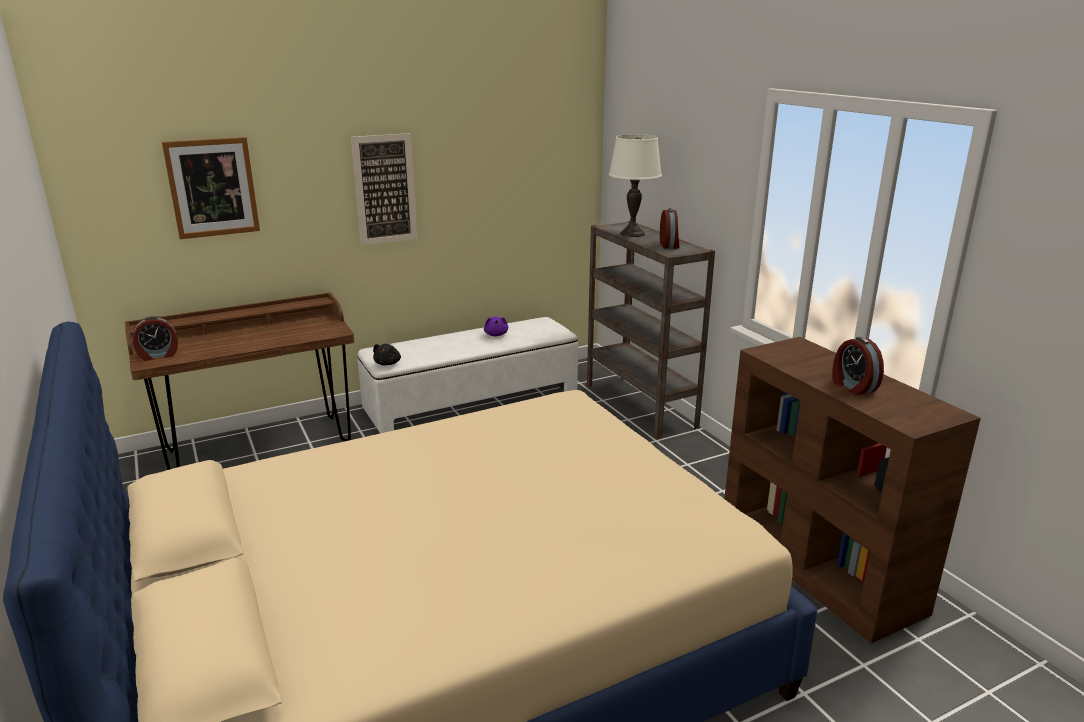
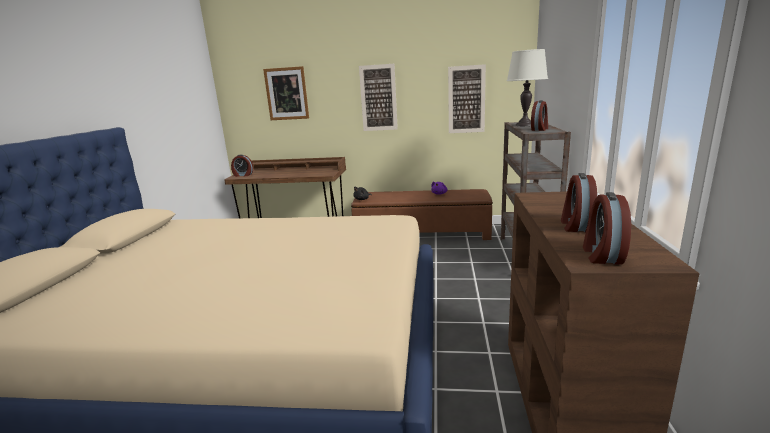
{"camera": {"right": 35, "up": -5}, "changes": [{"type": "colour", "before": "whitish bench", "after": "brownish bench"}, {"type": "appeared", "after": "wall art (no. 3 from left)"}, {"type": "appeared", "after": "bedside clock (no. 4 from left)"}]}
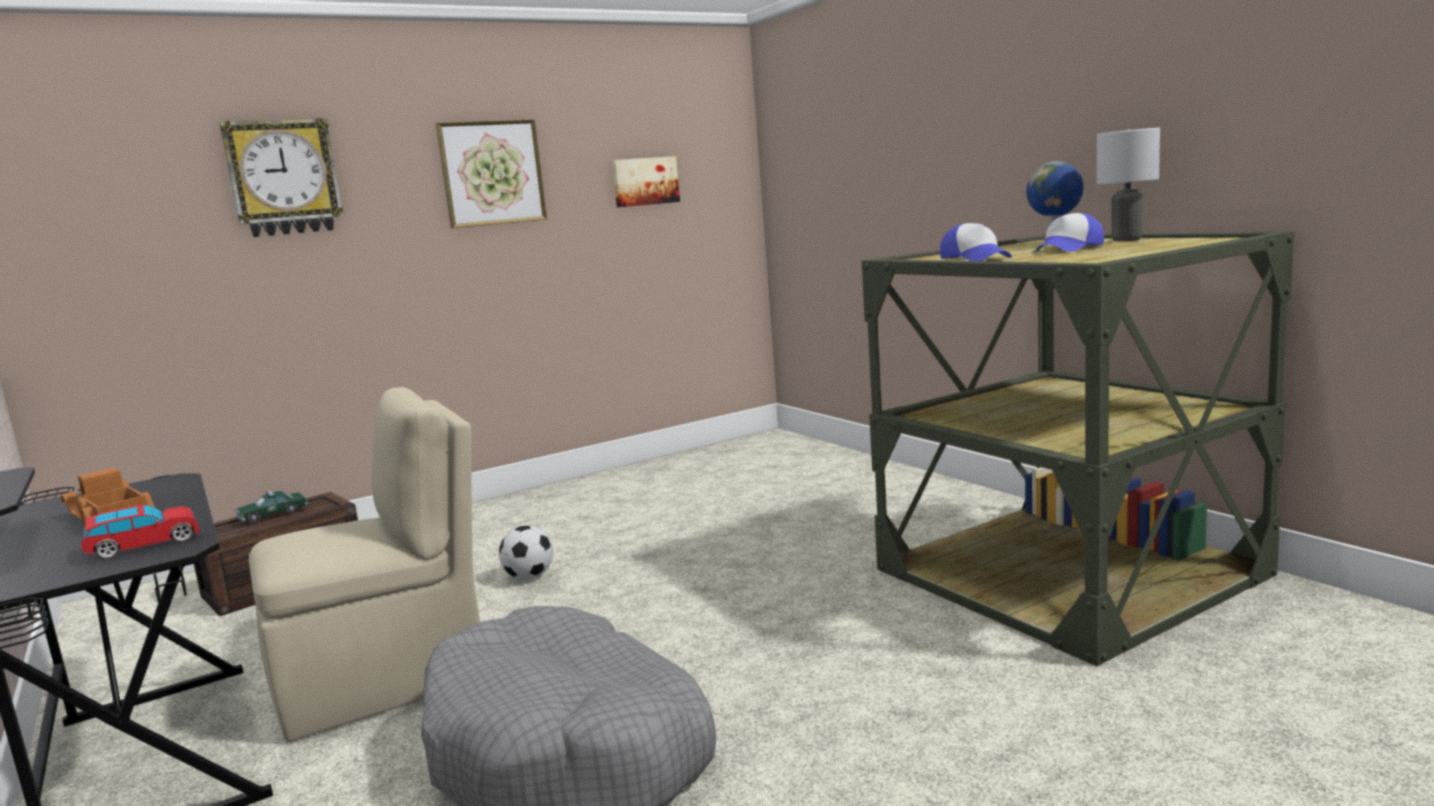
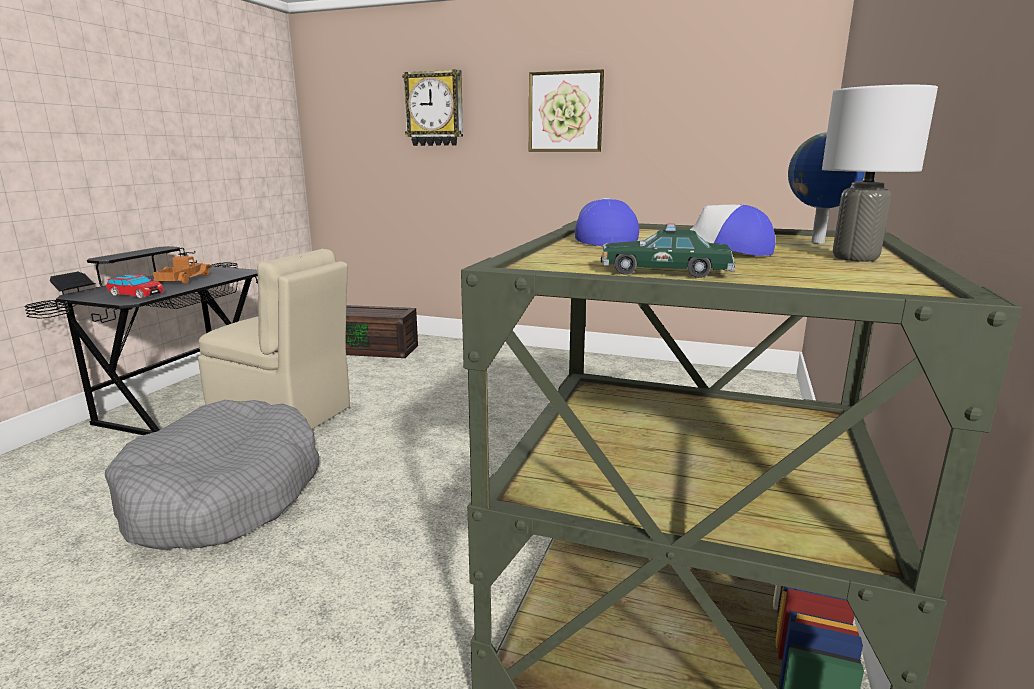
{"camera": {"right": 50, "up": 5}, "changes": [{"type": "relocated", "before": "miniature car (no. 2 from left)"}, {"type": "missing", "before": "football"}, {"type": "missing", "before": "wall art (no. 2 from left)"}, {"type": "spun", "before": "cap (no. 1 from left)", "turn": 150}]}
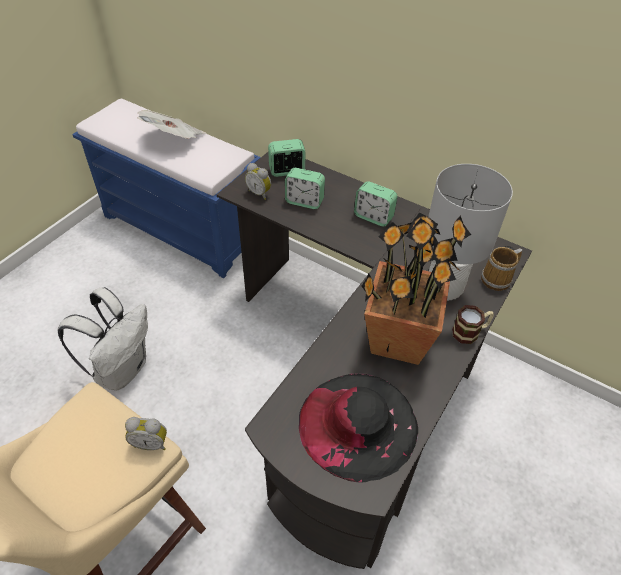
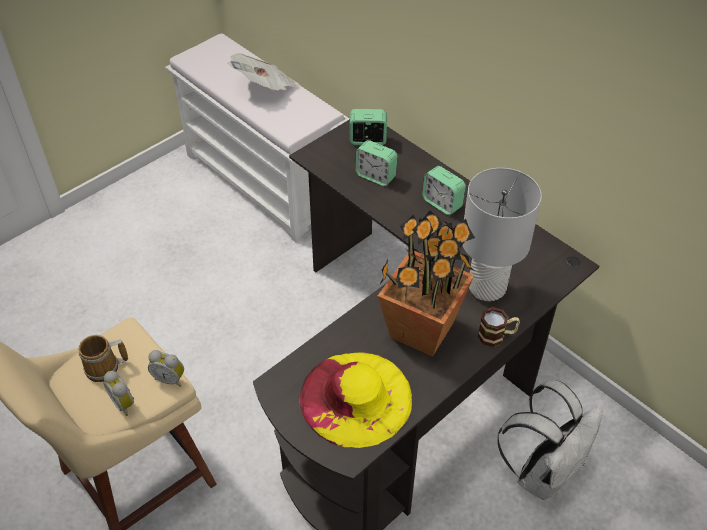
{"camera": {"right": 15, "up": 0}, "changes": [{"type": "relocated", "before": "whitish knapsack"}, {"type": "colour", "before": "bluish bench", "after": "whitish bench"}, {"type": "relocated", "before": "bedside clock (no. 2 from left in the first image)", "after": "bedside clock (no. 1 from left)"}, {"type": "colour", "before": "blackish clothing hat", "after": "yellowish clothing hat"}, {"type": "relocated", "before": "tea mug (no. 2 from left in the first image)", "after": "tea mug (no. 1 from left)"}]}
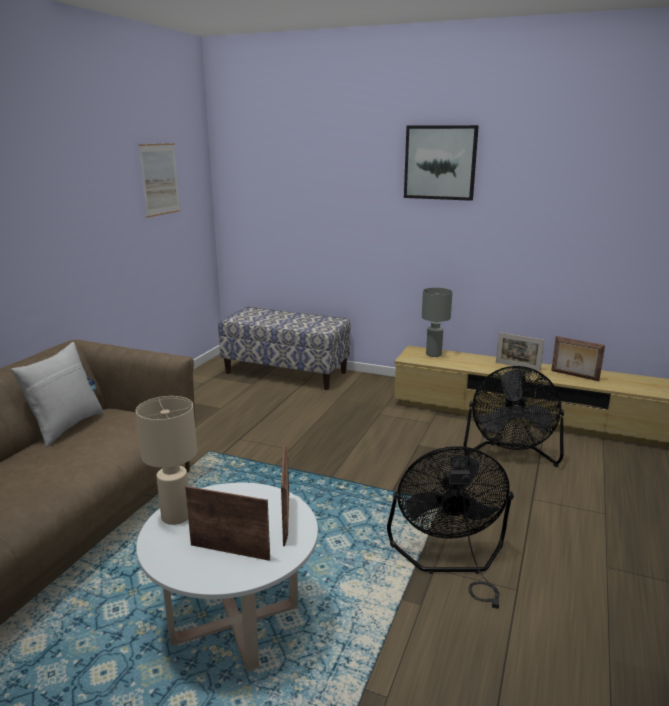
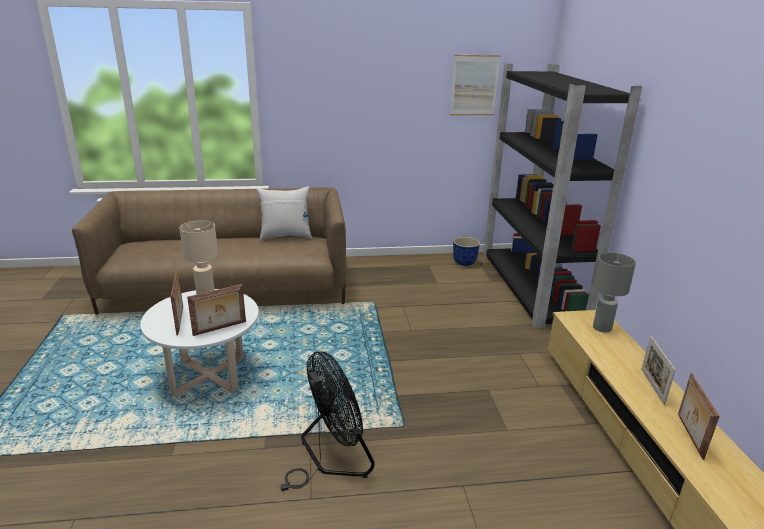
{"camera": {"right": 60, "up": 5}, "changes": [{"type": "exchanged", "before": "bench", "after": "blackish bookshelf"}, {"type": "missing", "before": "wall art (no. 2 from left)"}, {"type": "missing", "before": "blackish fan (no. 2 from left)"}, {"type": "appeared", "after": "planter"}]}
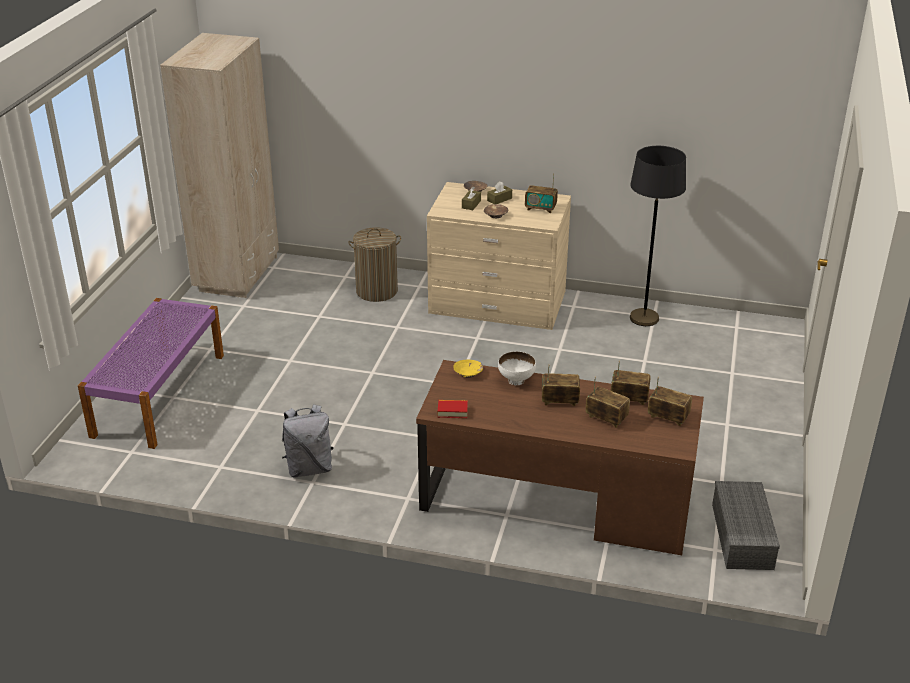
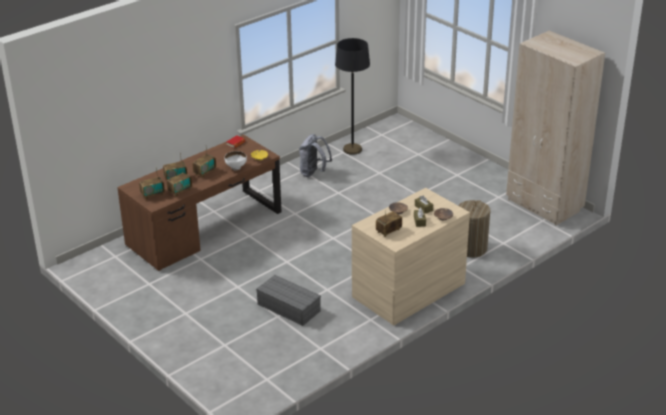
{"camera": {"right": 125, "up": 0}, "changes": [{"type": "missing", "before": "purple bench"}, {"type": "relocated", "before": "blackish standard lamp"}, {"type": "relocated", "before": "gray storage bin"}]}
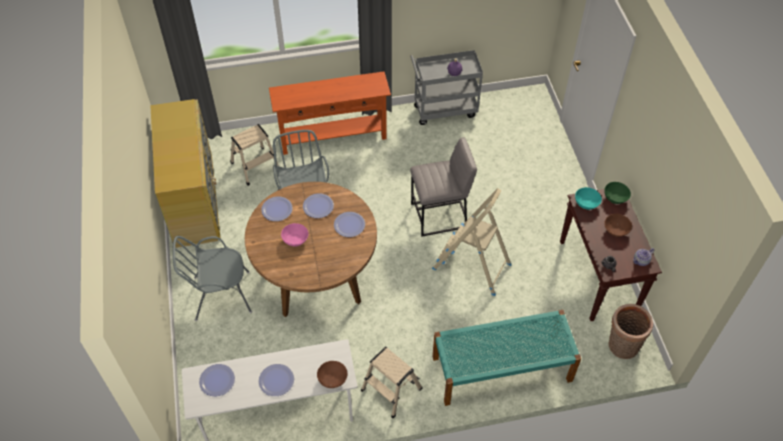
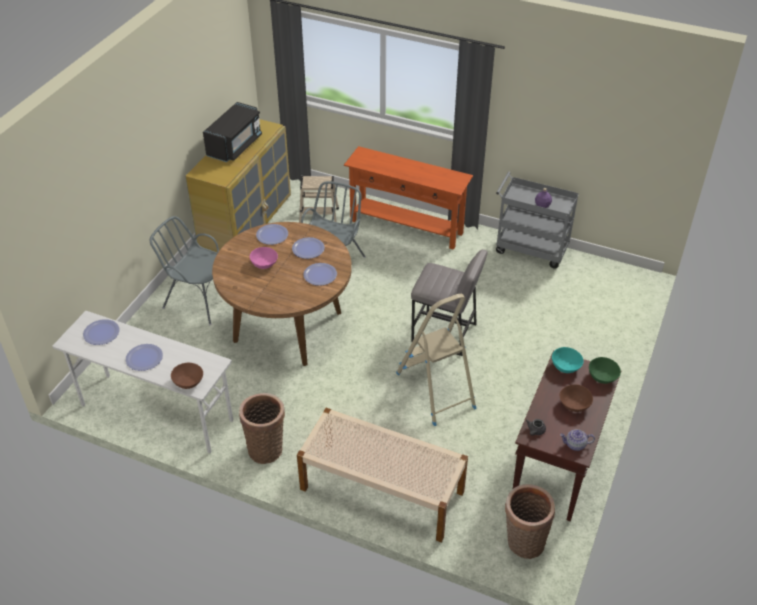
{"camera": {"right": 35, "up": -10}, "changes": [{"type": "exchanged", "before": "beige step ladder (no. 2 from left)", "after": "storage basket (no. 1 from left)"}, {"type": "colour", "before": "turquoise bench", "after": "beige bench"}, {"type": "appeared", "after": "blackish kitchen microwave"}]}
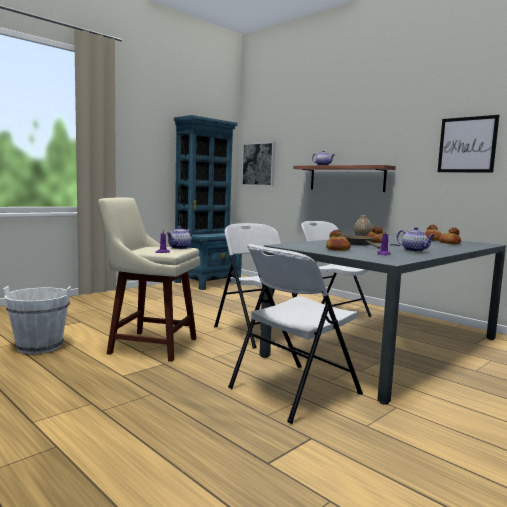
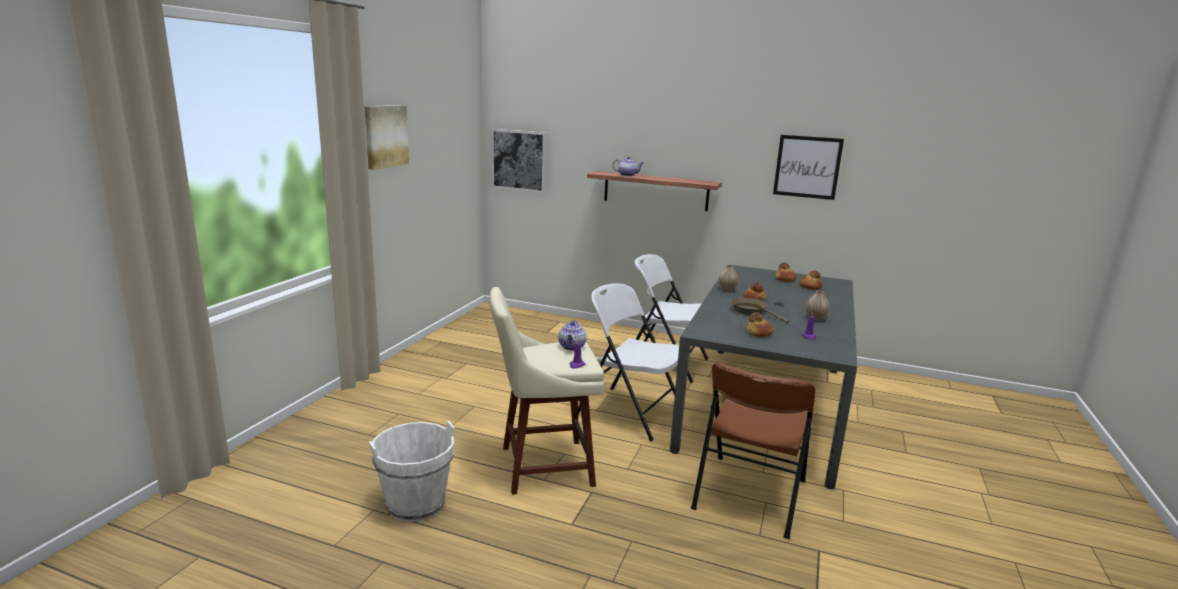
{"camera": {"right": -25, "up": 10}, "changes": [{"type": "missing", "before": "bluish cabinet"}, {"type": "colour", "before": "whitish upright chair (no. 2 from left)", "after": "brownish upright chair"}, {"type": "exchanged", "before": "tea pot (no. 3 from left)", "after": "vase (no. 2 from left)"}, {"type": "appeared", "after": "wall art (no. 1 from left)"}]}
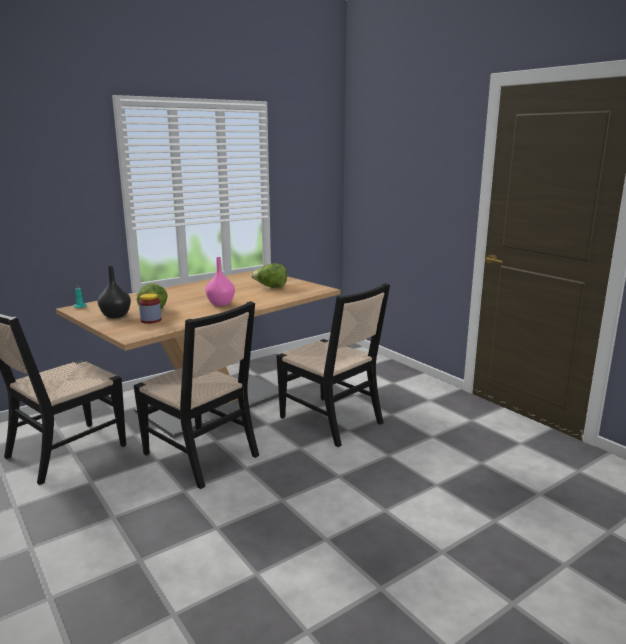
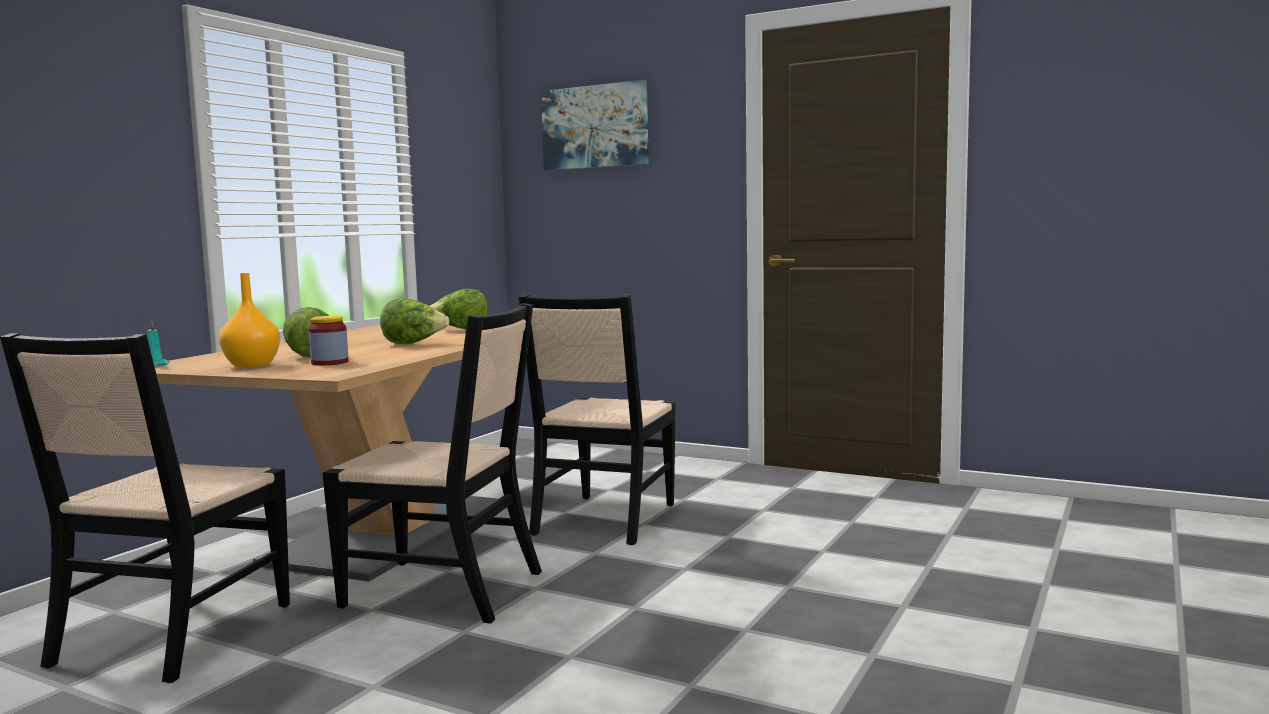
{"camera": {"right": -25, "up": -10}, "changes": [{"type": "colour", "before": "blackish vase", "after": "orange vase"}, {"type": "exchanged", "before": "pink vase", "after": "lettuce (no. 2 from left)"}, {"type": "spun", "before": "upright chair (no. 3 from left)", "turn": 90}, {"type": "appeared", "after": "wall art"}]}
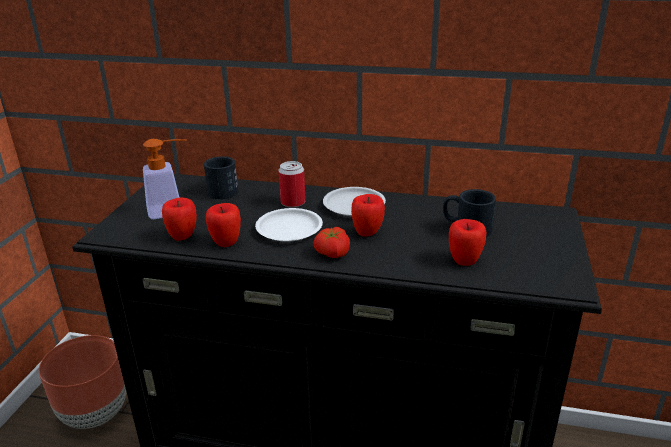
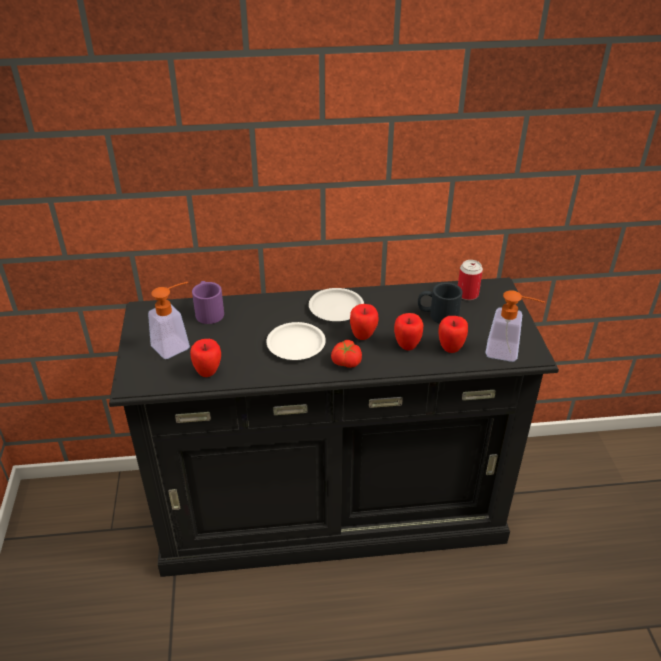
{"camera": {"right": -20, "up": 10}, "changes": [{"type": "missing", "before": "brownish planter"}, {"type": "colour", "before": "blackish tea mug (no. 1 from left)", "after": "purple tea mug"}, {"type": "relocated", "before": "apple fruit (no. 2 from left in the first image)", "after": "apple fruit (no. 3 from left)"}, {"type": "relocated", "before": "can"}, {"type": "appeared", "after": "soap bottle (no. 2 from left)"}]}
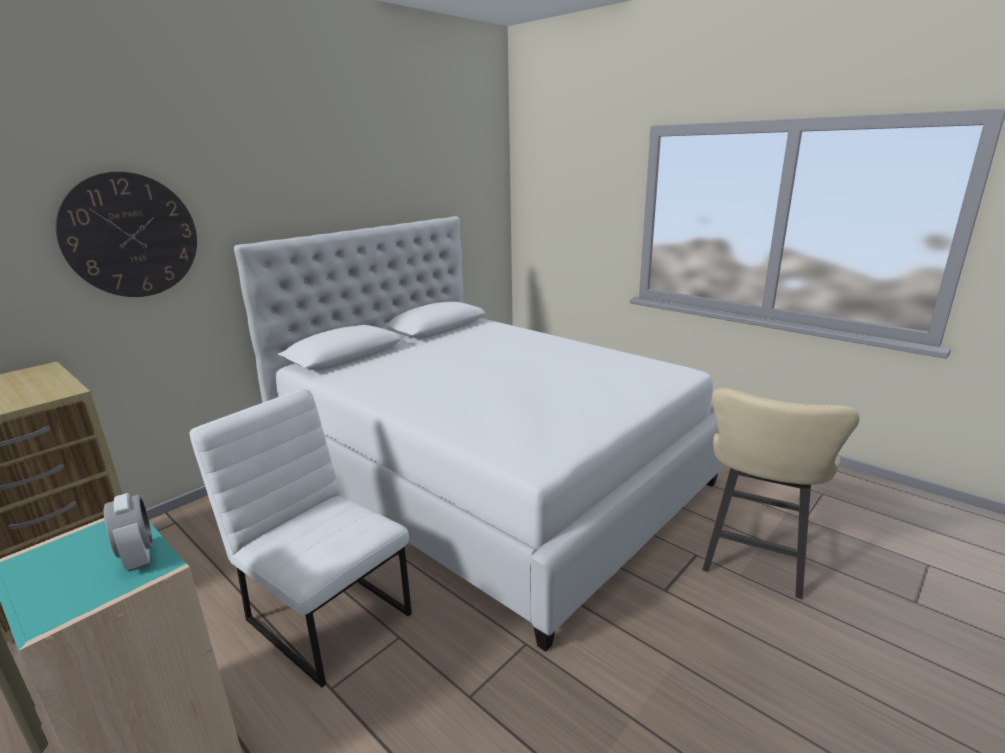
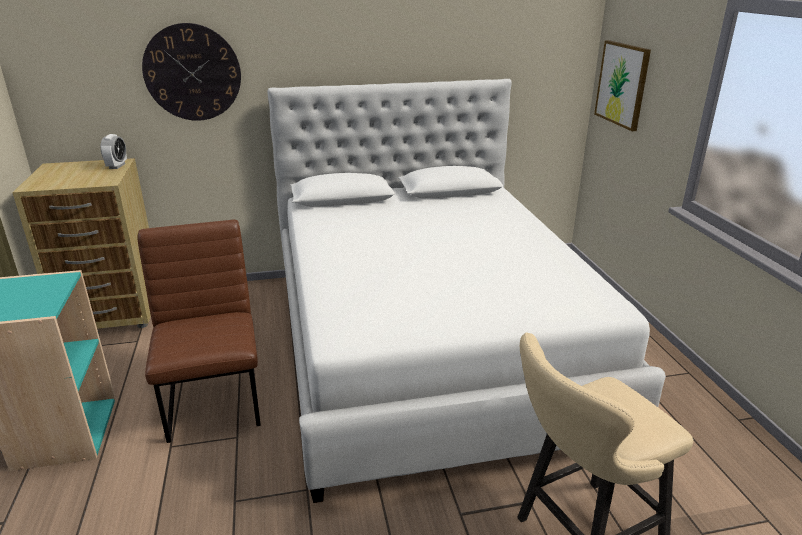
{"camera": {"right": 35, "up": 5}, "changes": [{"type": "relocated", "before": "bedside clock"}, {"type": "colour", "before": "whitish upright chair", "after": "brownish upright chair"}, {"type": "appeared", "after": "wall art"}]}
